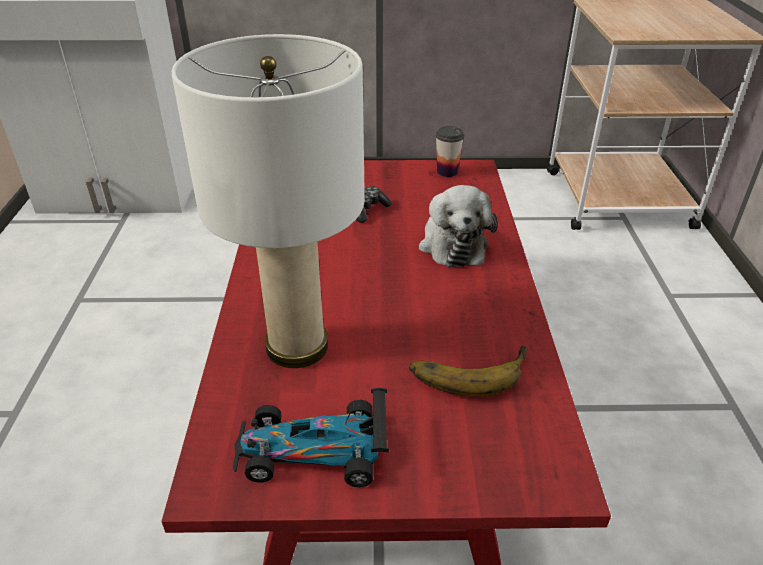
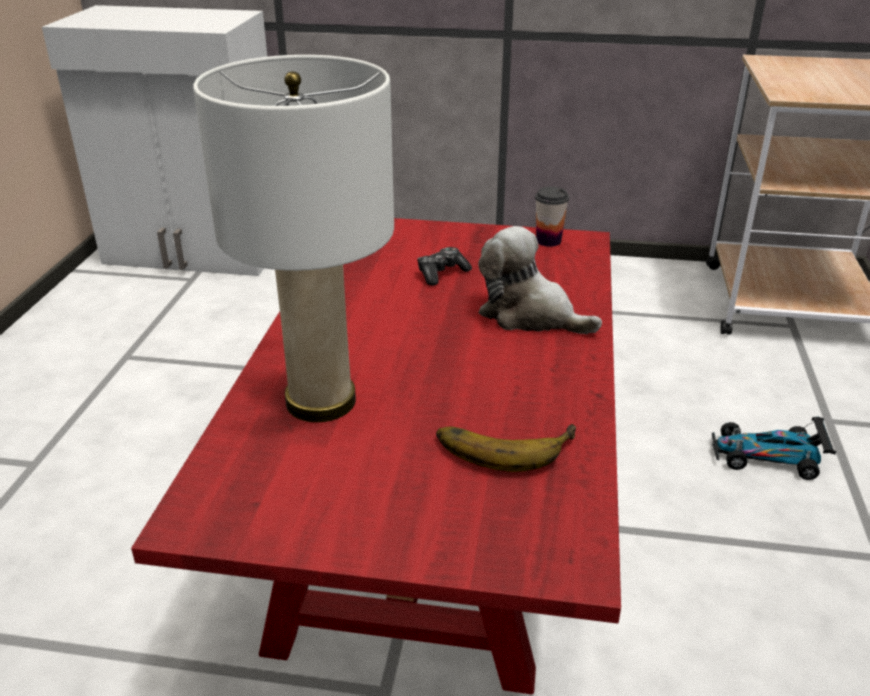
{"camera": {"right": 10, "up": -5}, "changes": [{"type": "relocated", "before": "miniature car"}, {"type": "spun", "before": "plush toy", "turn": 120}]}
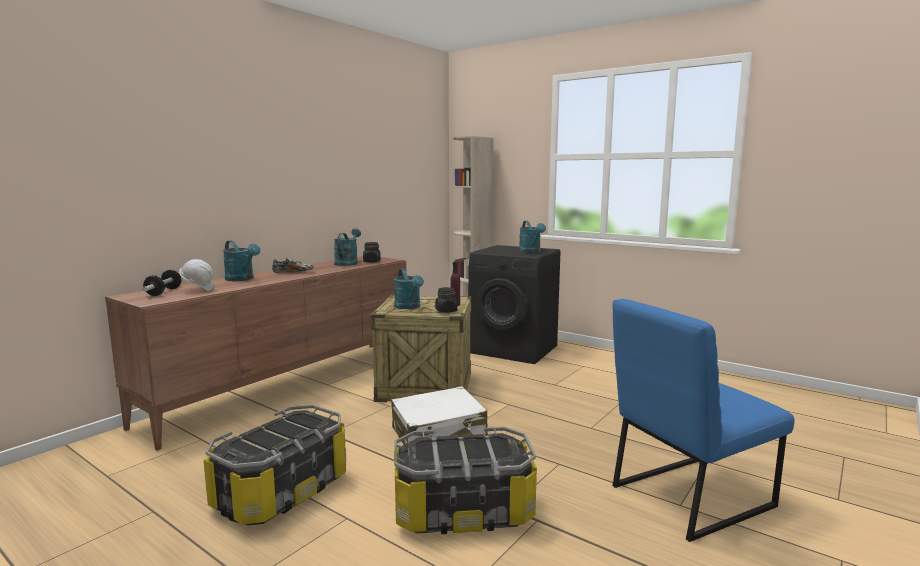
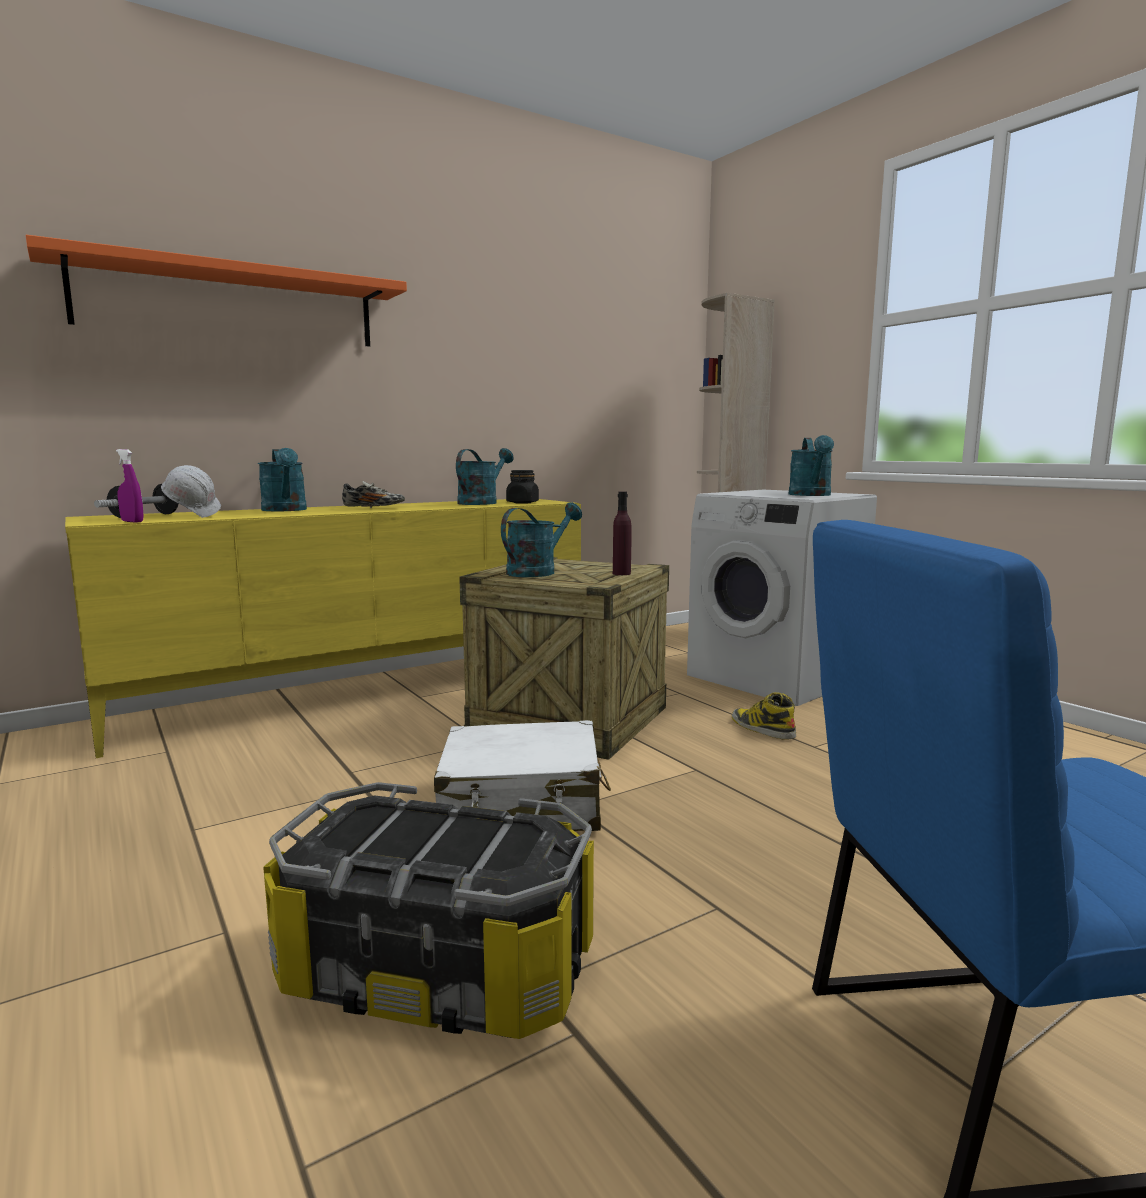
{"camera": {"right": 20, "up": 0}, "changes": [{"type": "colour", "before": "brownish cabinet", "after": "yellowish cabinet"}, {"type": "missing", "before": "storage bin (no. 1 from left)"}, {"type": "spun", "before": "turquoise watering pot (no. 3 from left)", "turn": -135}, {"type": "missing", "before": "blackish jar (no. 2 from left)"}, {"type": "colour", "before": "blackish washing machine", "after": "whitish washing machine"}, {"type": "appeared", "after": "orange bracket shelf"}, {"type": "appeared", "after": "purple hand sprayer"}, {"type": "appeared", "after": "boot"}]}
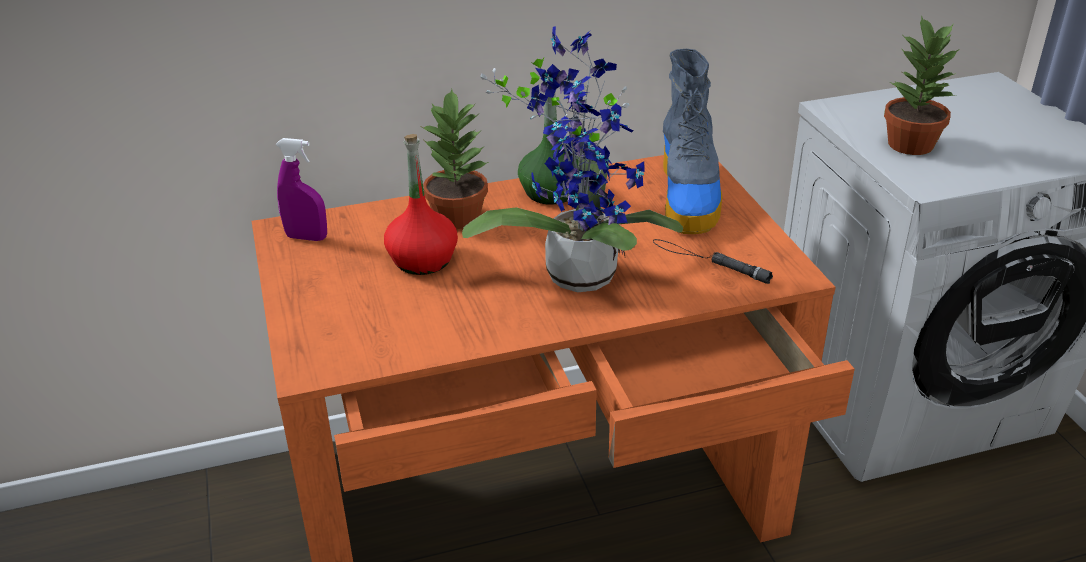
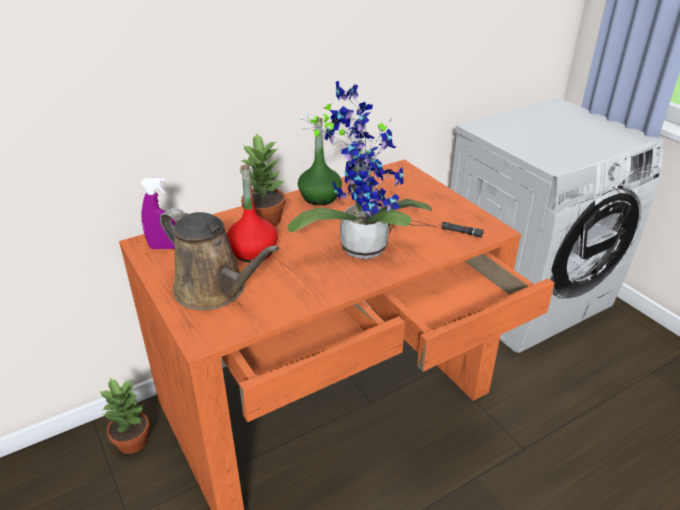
{"camera": {"right": -15, "up": 0}, "changes": [{"type": "missing", "before": "boot"}, {"type": "relocated", "before": "potted plant (no. 3 from left in the first image)", "after": "potted plant (no. 1 from left)"}, {"type": "appeared", "after": "brownish watering pot"}]}
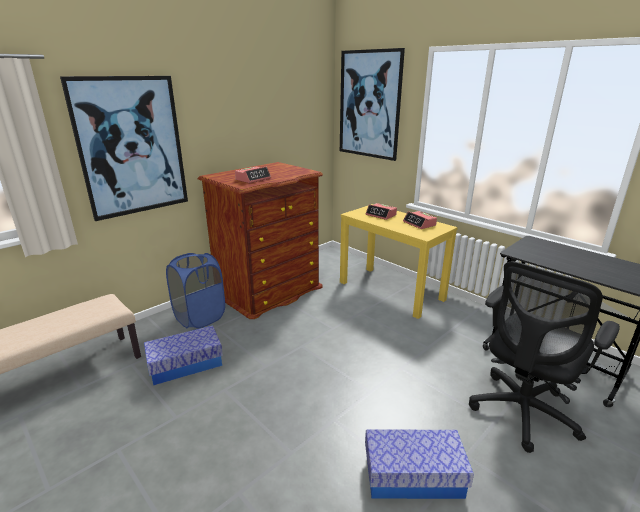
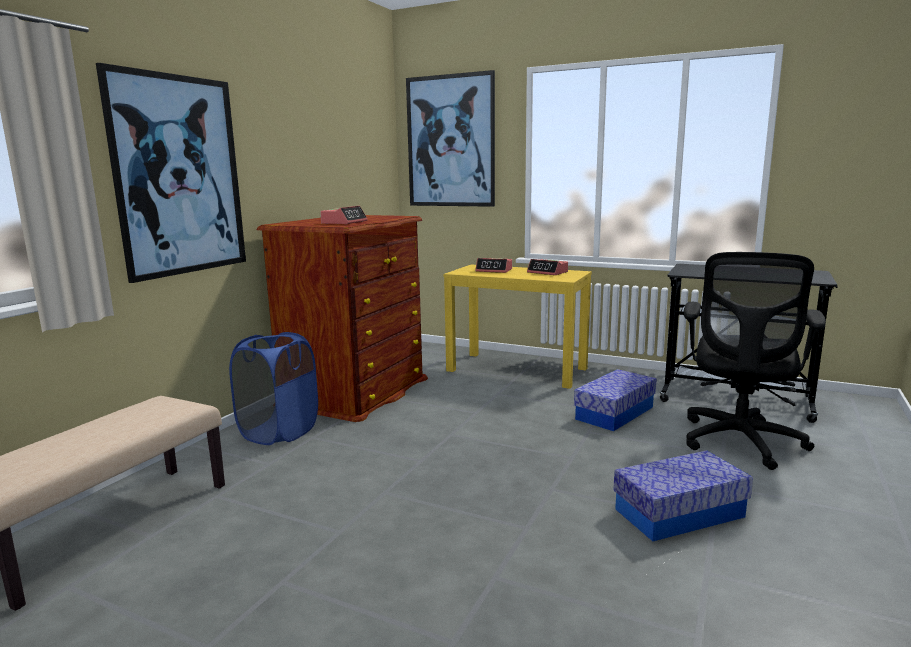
{"camera": {"right": -20, "up": -10}, "changes": [{"type": "relocated", "before": "storage bin (no. 1 from left)"}]}
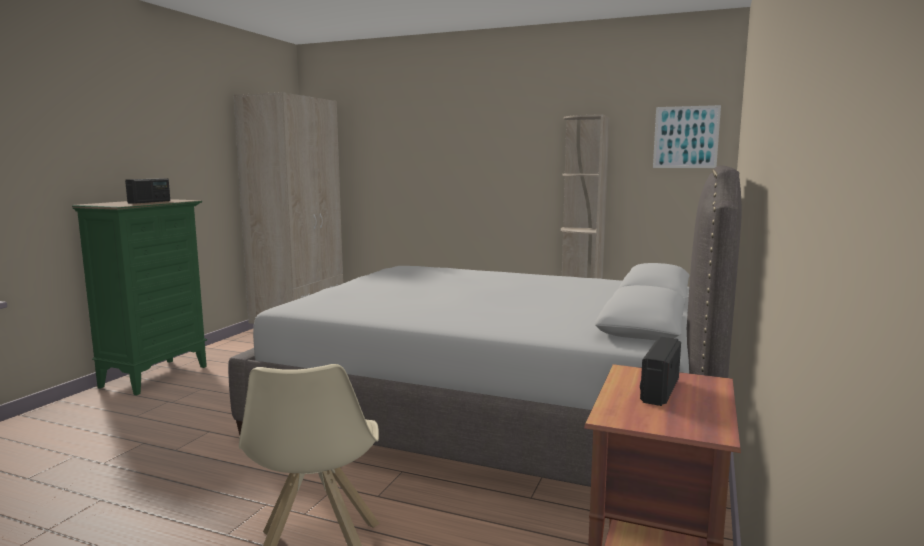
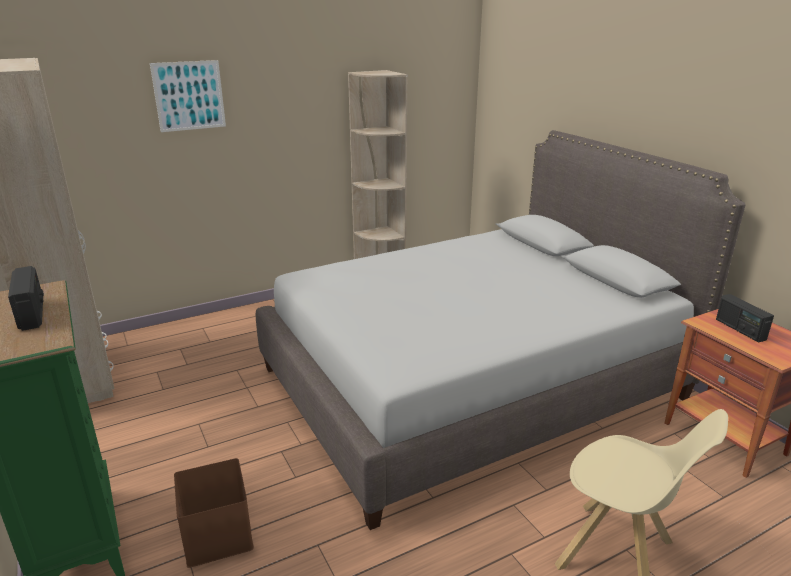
{"camera": {"right": -50, "up": 15}, "changes": [{"type": "relocated", "before": "wall art"}, {"type": "appeared", "after": "brownish storage bin"}]}
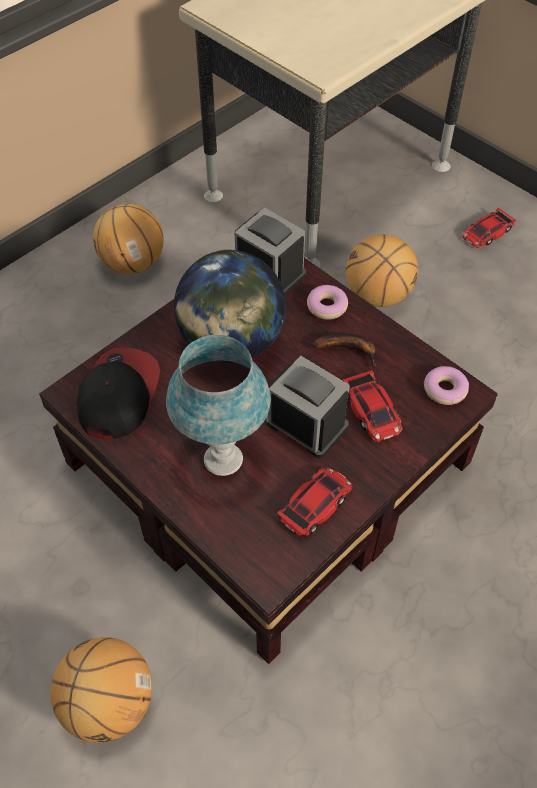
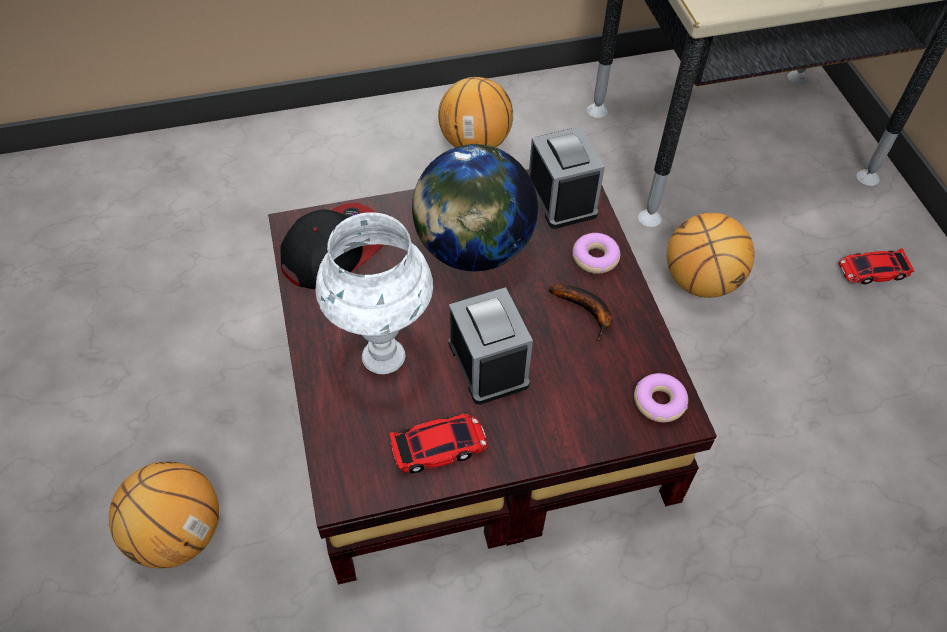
{"camera": {"right": 30, "up": 0}, "changes": [{"type": "colour", "before": "bluish tabletop lamp", "after": "whitish tabletop lamp"}, {"type": "missing", "before": "miniature car (no. 2 from left)"}]}
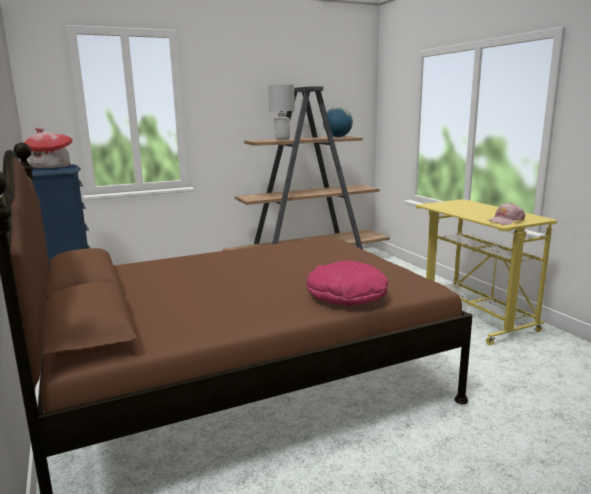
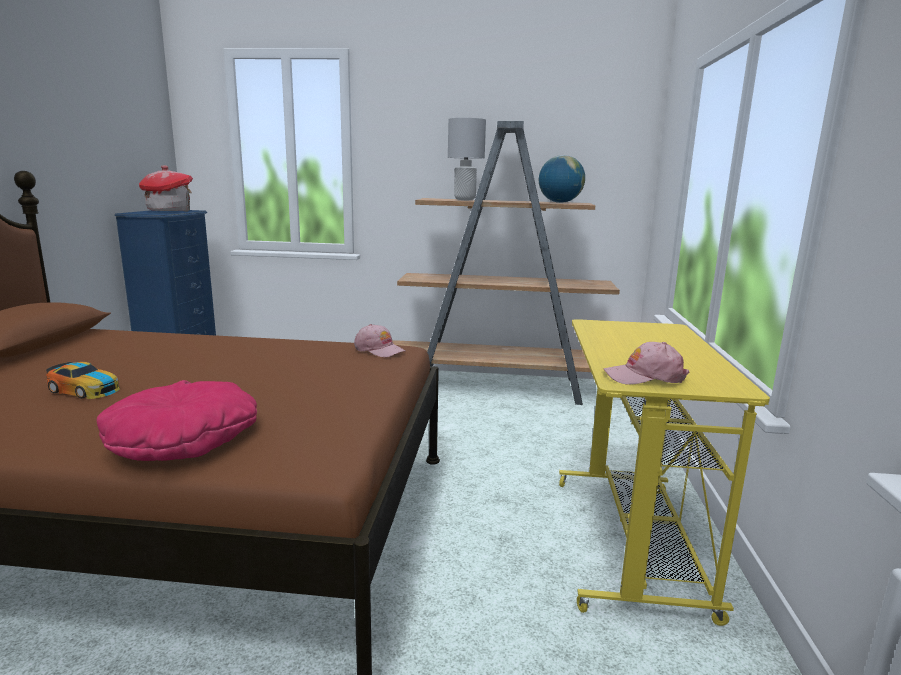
{"camera": {"right": 30, "up": 0}, "changes": [{"type": "appeared", "after": "miniature car"}, {"type": "appeared", "after": "pink cap (no. 1 from left)"}]}
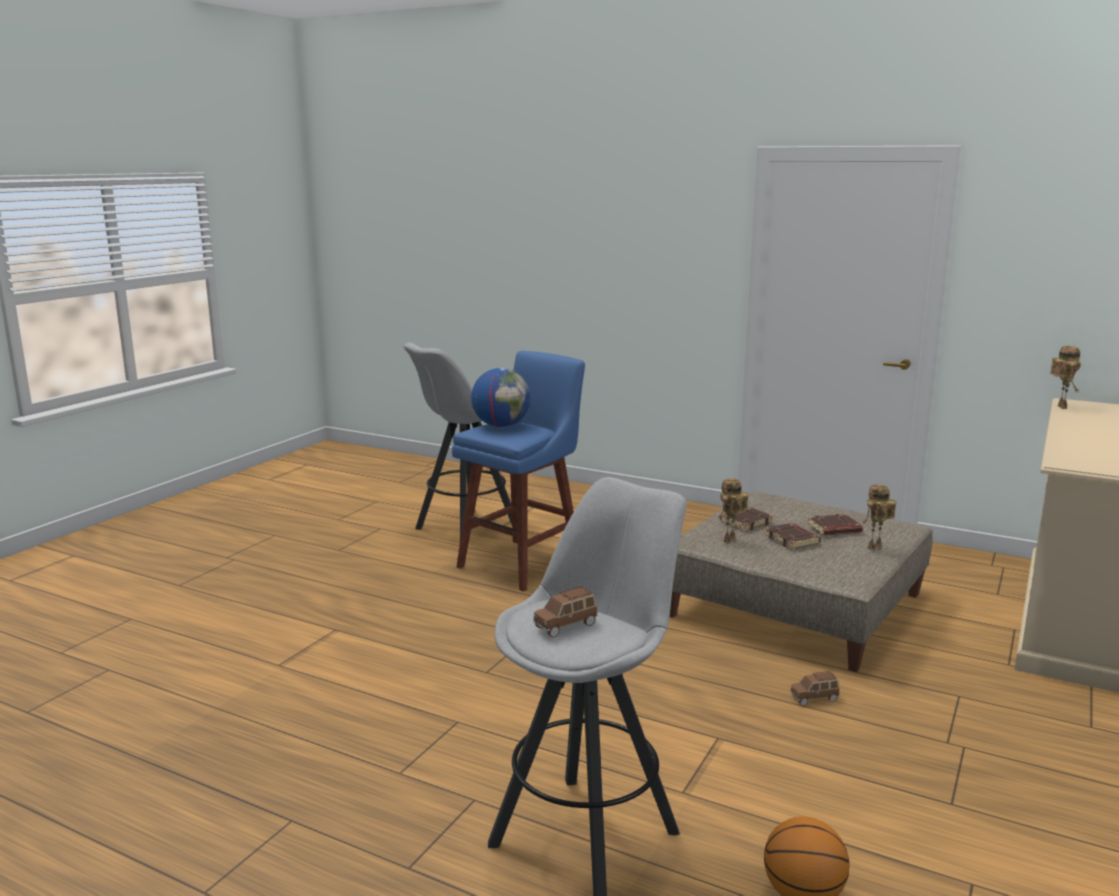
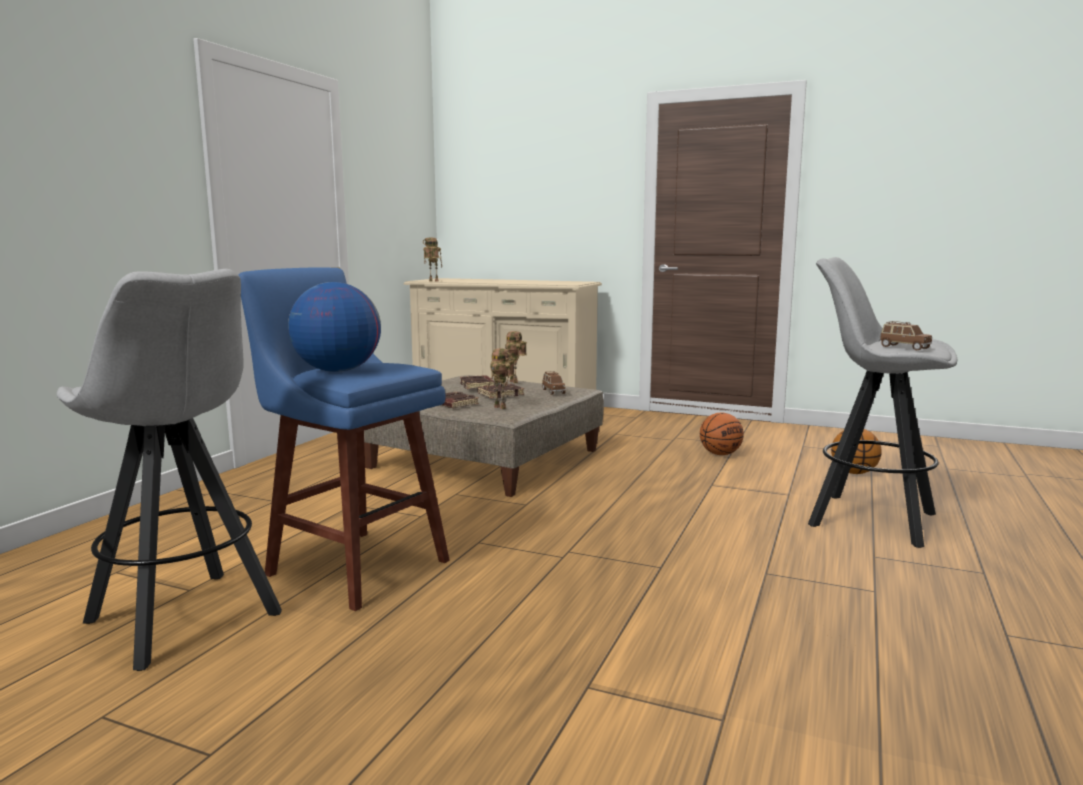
{"camera": {"right": -95, "up": -5}, "changes": [{"type": "relocated", "before": "brownish miniature car (no. 2 from left in the first image)", "after": "brownish miniature car (no. 1 from left)"}, {"type": "appeared", "after": "basketball (no. 1 from left)"}]}
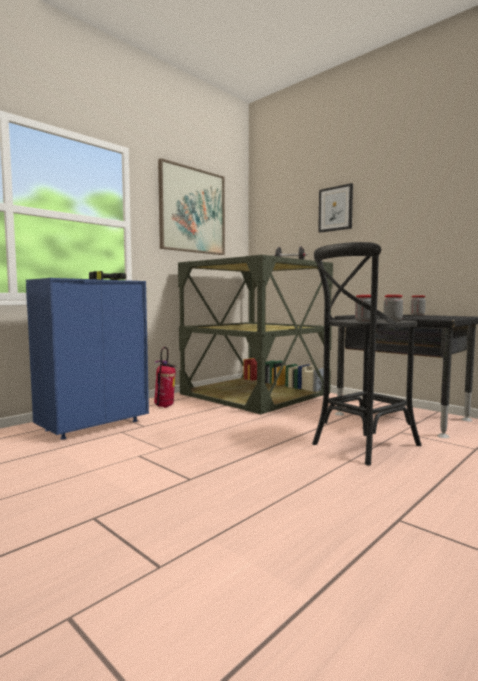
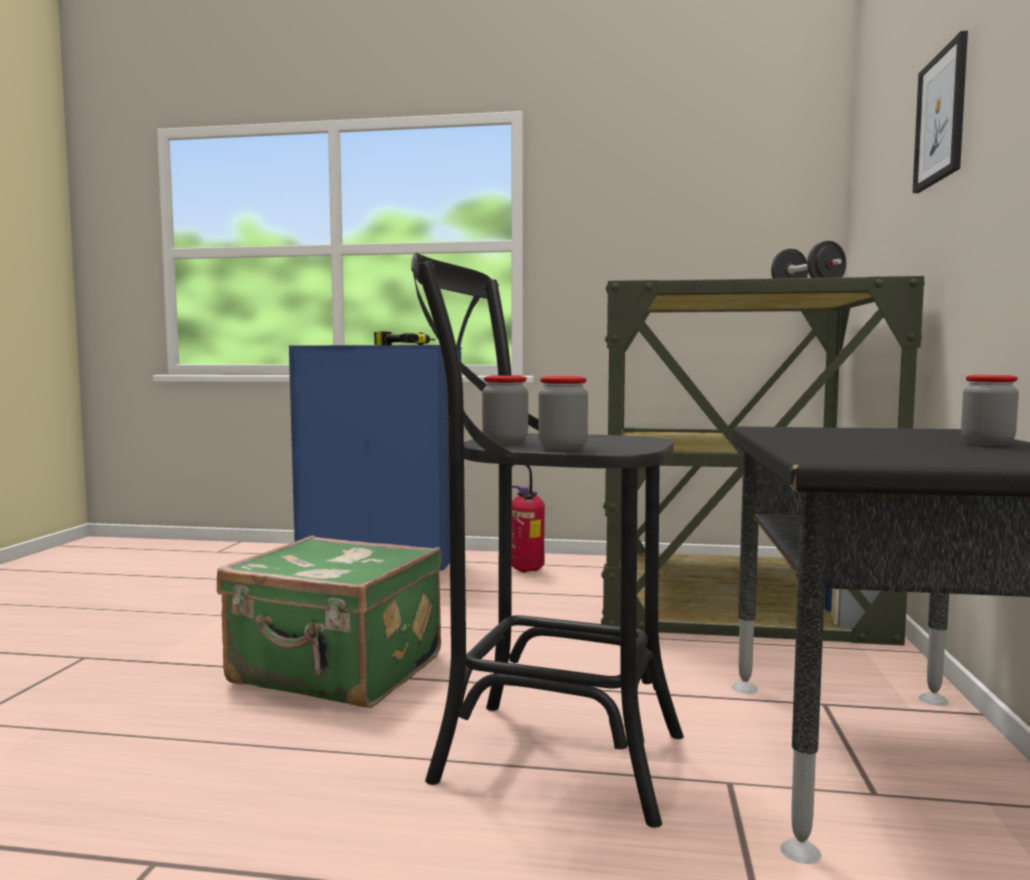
{"camera": {"right": 55, "up": 0}, "changes": [{"type": "missing", "before": "wall art (no. 1 from left)"}, {"type": "appeared", "after": "green piece of luggage"}]}
